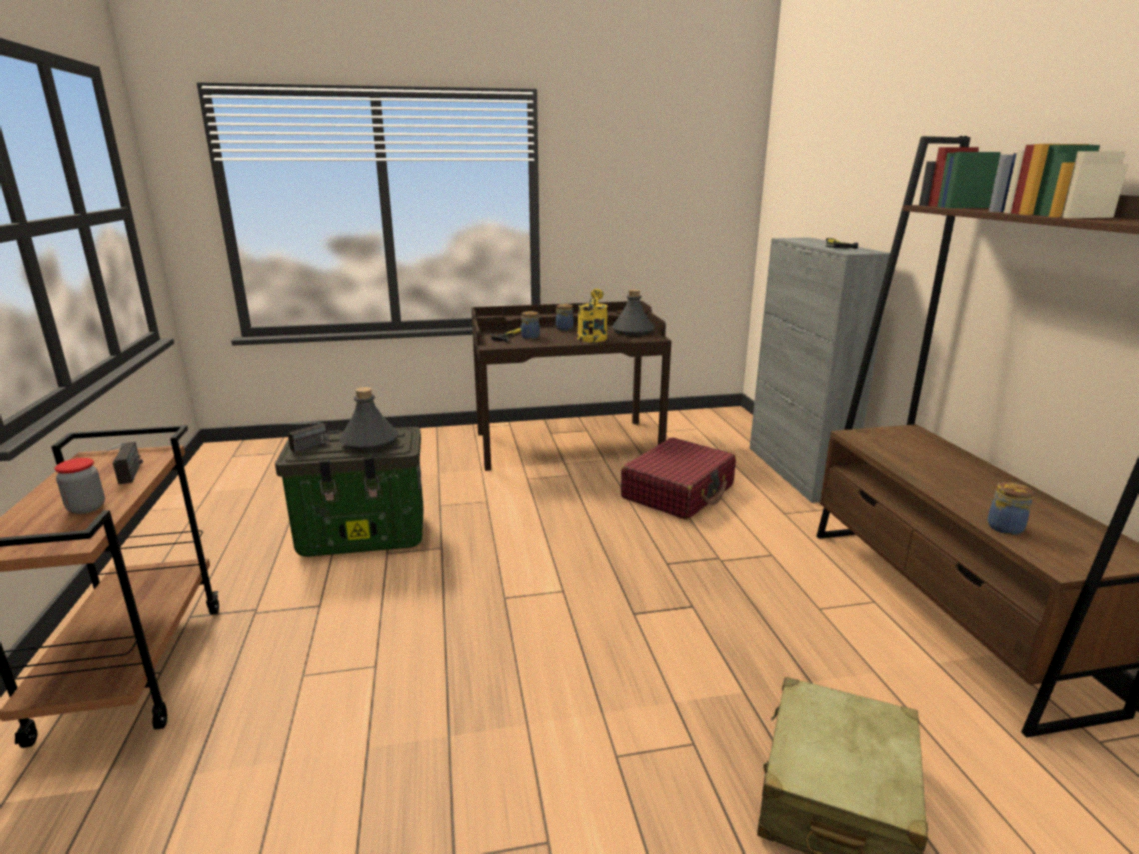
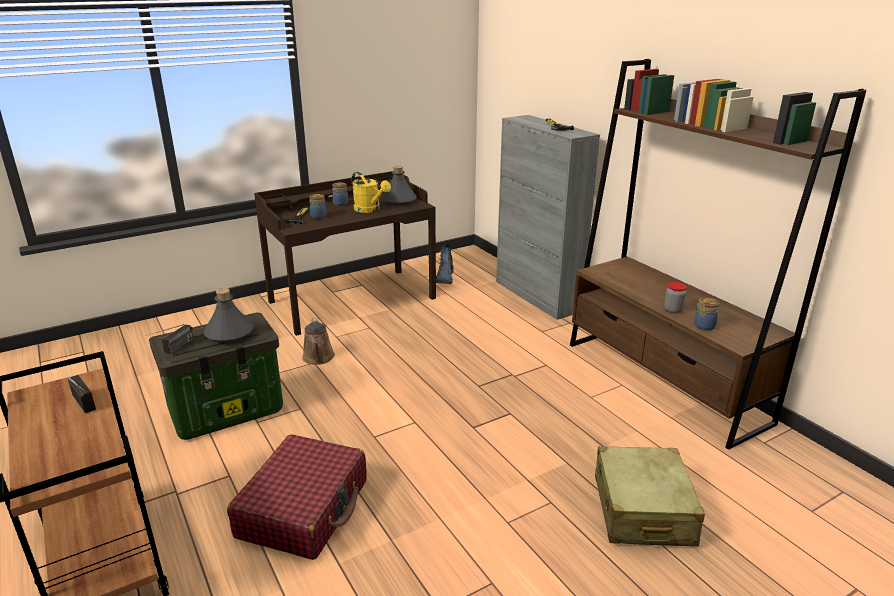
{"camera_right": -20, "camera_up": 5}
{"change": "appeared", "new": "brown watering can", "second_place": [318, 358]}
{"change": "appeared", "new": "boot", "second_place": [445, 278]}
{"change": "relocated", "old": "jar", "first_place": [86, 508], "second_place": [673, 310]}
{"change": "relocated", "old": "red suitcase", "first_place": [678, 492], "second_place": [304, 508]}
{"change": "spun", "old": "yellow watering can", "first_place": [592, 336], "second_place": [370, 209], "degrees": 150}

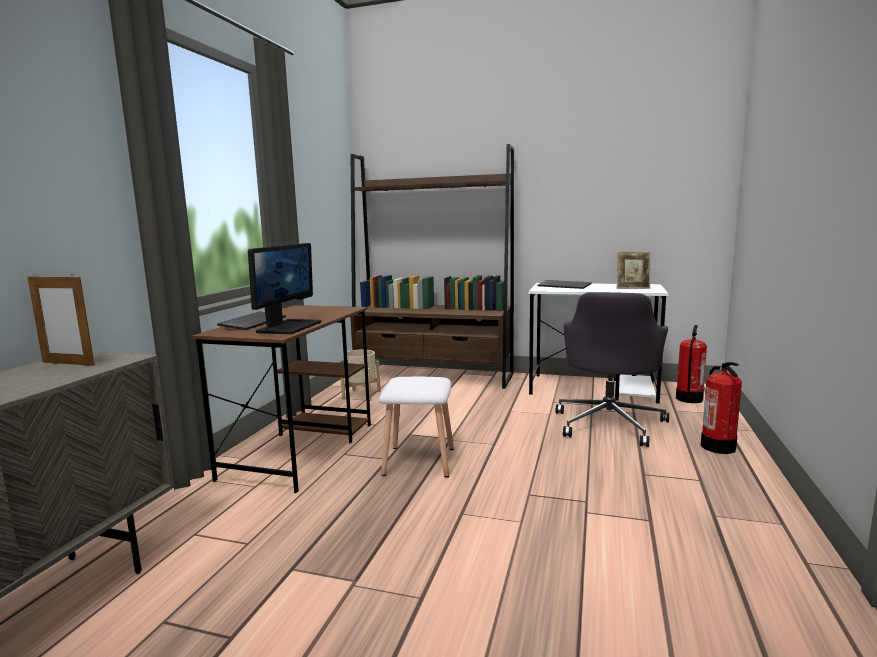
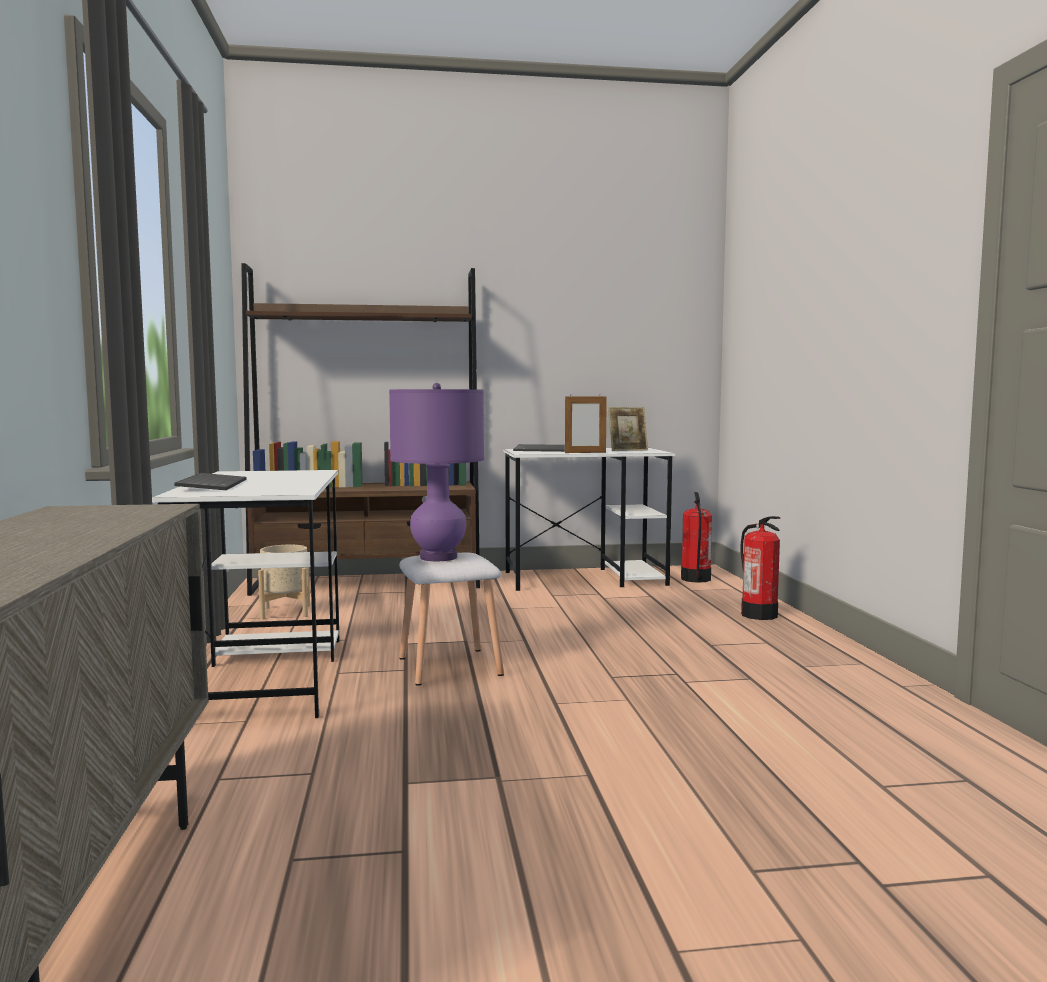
{"camera_right": -25, "camera_up": -5}
{"change": "missing", "old": "monitor", "first_place": [288, 327]}
{"change": "missing", "old": "grey office chair", "first_place": [609, 423]}
{"change": "appeared", "new": "purple table lamp", "second_place": [438, 557]}
{"change": "relocated", "old": "picture frame", "first_place": [68, 363], "second_place": [585, 452]}
{"change": "colour", "old": "brown desk", "new": "white desk", "first_place": [301, 449], "second_place": [267, 676]}

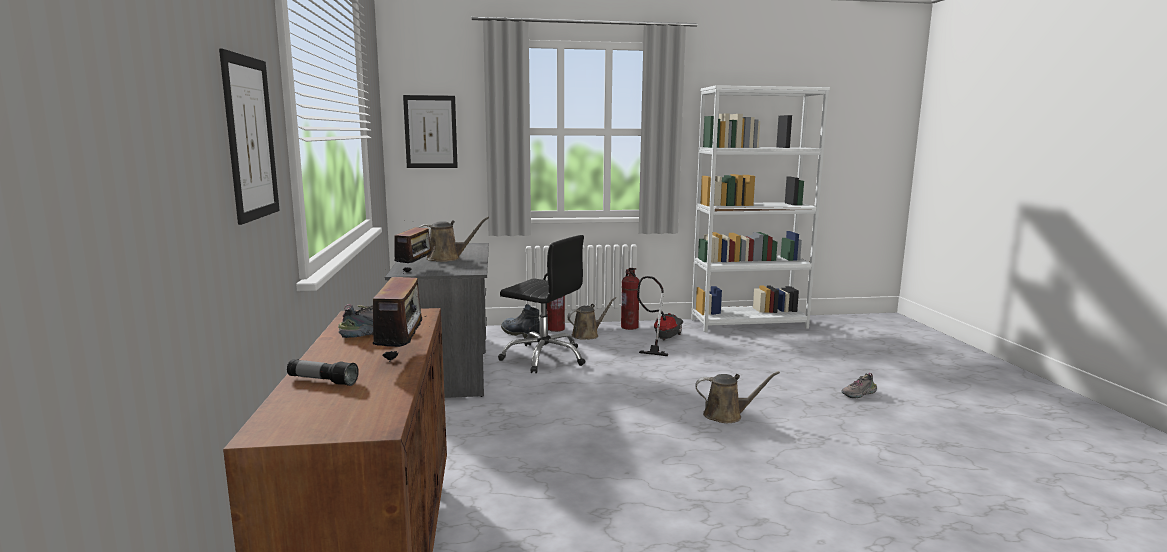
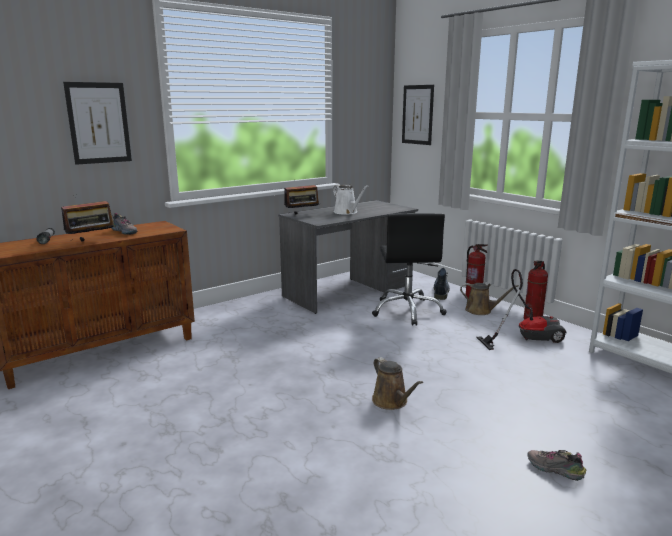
{"camera_right": 60, "camera_up": 5}
{"change": "colour", "old": "brown watering can", "new": "white watering can", "first_place": [447, 258], "second_place": [347, 212]}

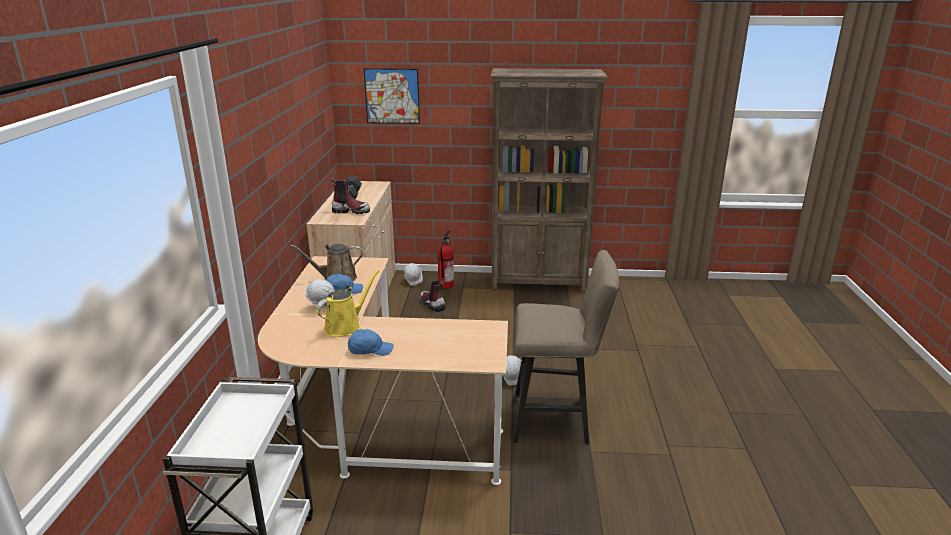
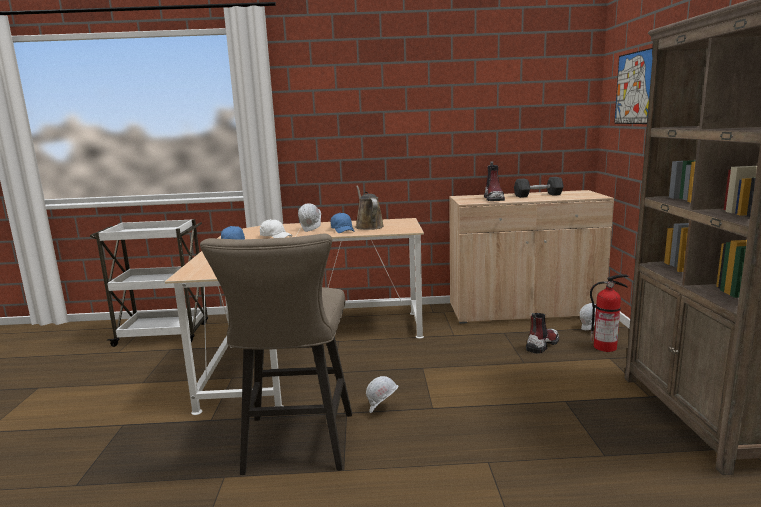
{"camera_right": 85, "camera_up": -10}
{"change": "exchanged", "old": "yellow watering can", "new": "white cap", "first_place": [345, 326], "second_place": [276, 237]}

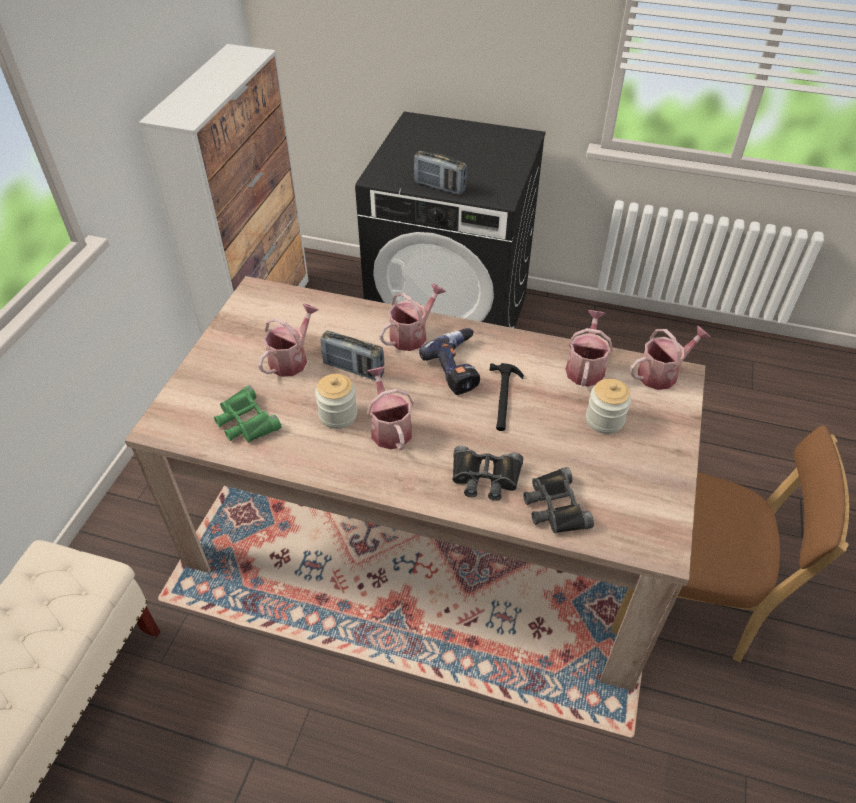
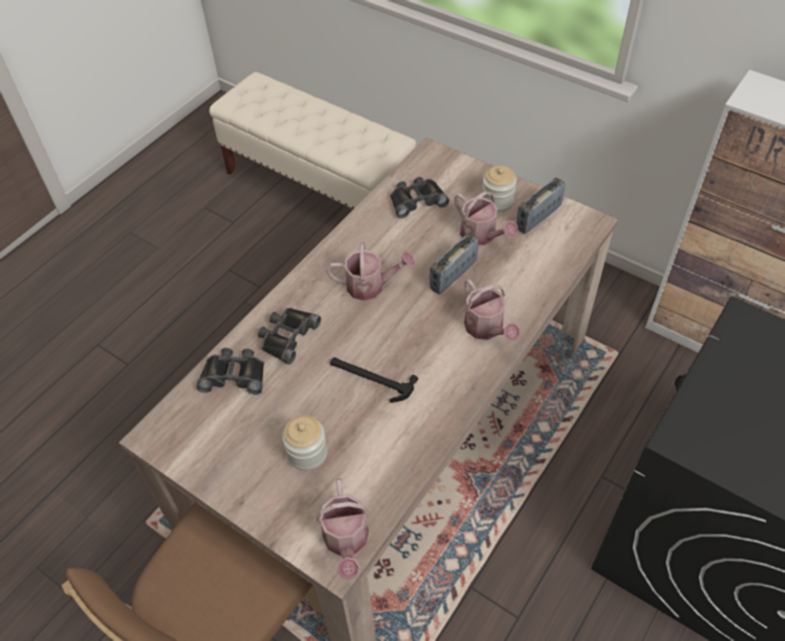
{"camera_right": 110, "camera_up": 5}
{"change": "missing", "old": "power drill", "first_place": [459, 367]}
{"change": "missing", "old": "watering can", "first_place": [585, 368]}
{"change": "relocated", "old": "jar", "first_place": [338, 415], "second_place": [497, 201]}
{"change": "relocated", "old": "radio", "first_place": [439, 187], "second_place": [538, 218]}
{"change": "colour", "old": "green binoculars", "new": "black binoculars", "first_place": [246, 421], "second_place": [416, 200]}

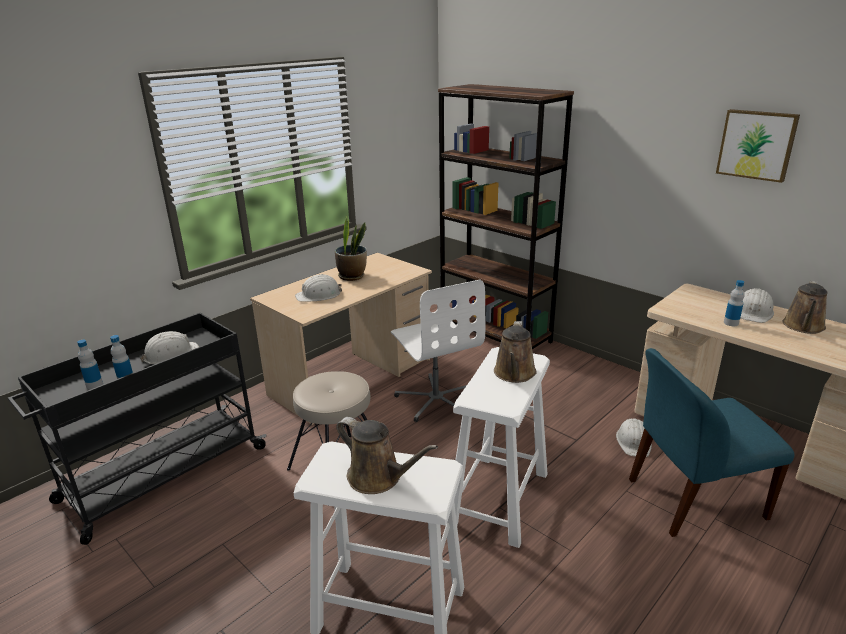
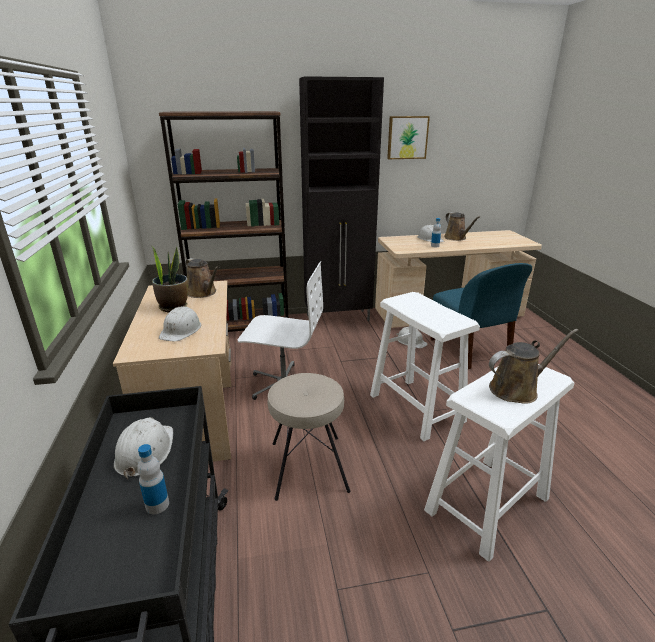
{"camera_right": -55, "camera_up": 0}
{"change": "missing", "old": "bottle", "first_place": [94, 385]}
{"change": "appeared", "new": "black cabinet", "second_place": [339, 318]}
{"change": "relocated", "old": "brown watering can", "first_place": [514, 374], "second_place": [203, 293]}
{"change": "spun", "old": "blue chair", "first_place": [692, 499], "second_place": [470, 350], "degrees": -45}

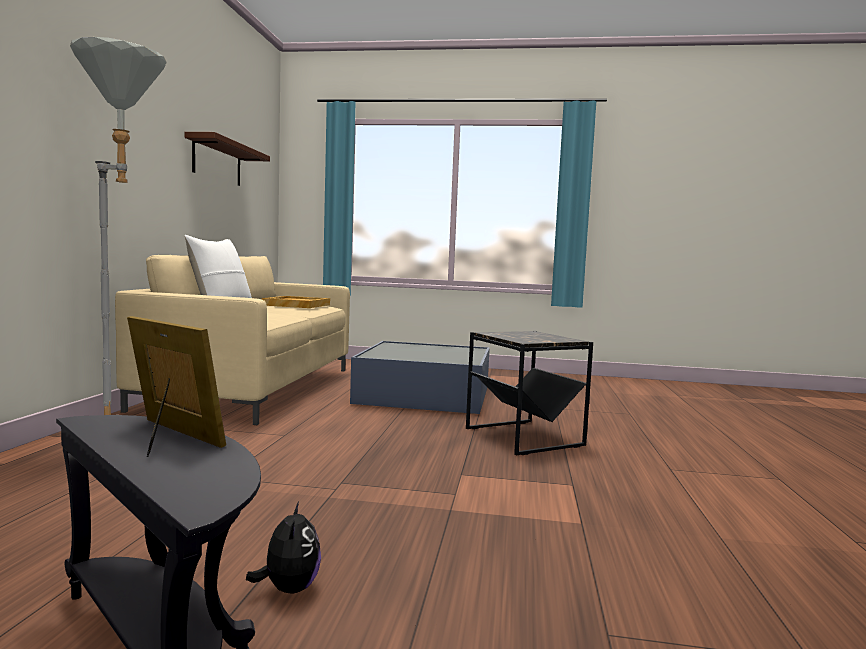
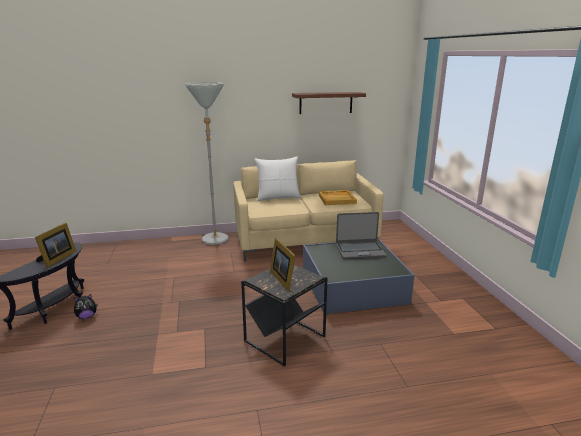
{"camera_right": 70, "camera_up": 15}
{"change": "appeared", "new": "picture frame", "second_place": [283, 278]}
{"change": "appeared", "new": "laptop", "second_place": [360, 251]}

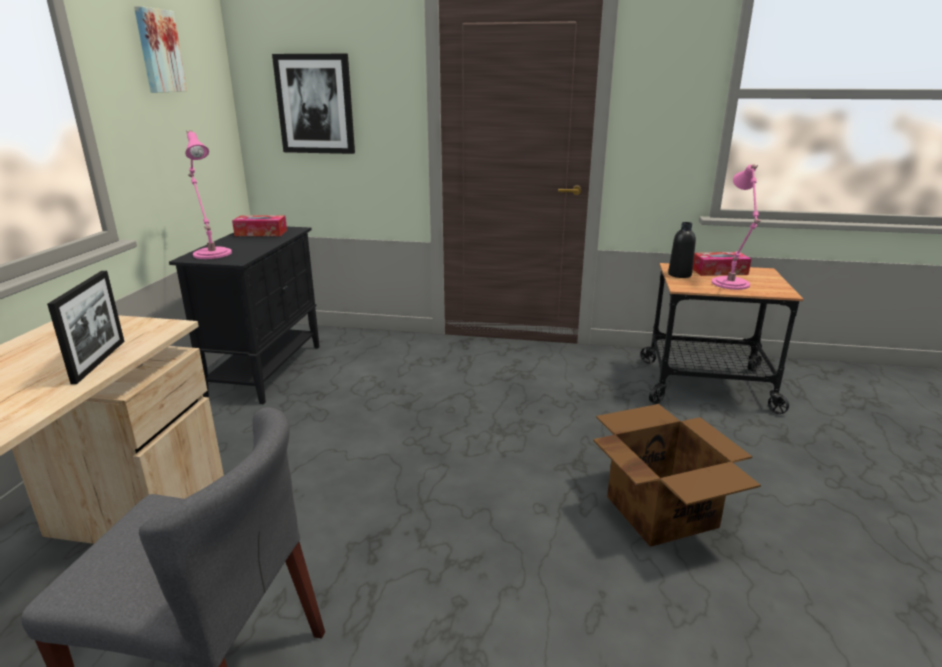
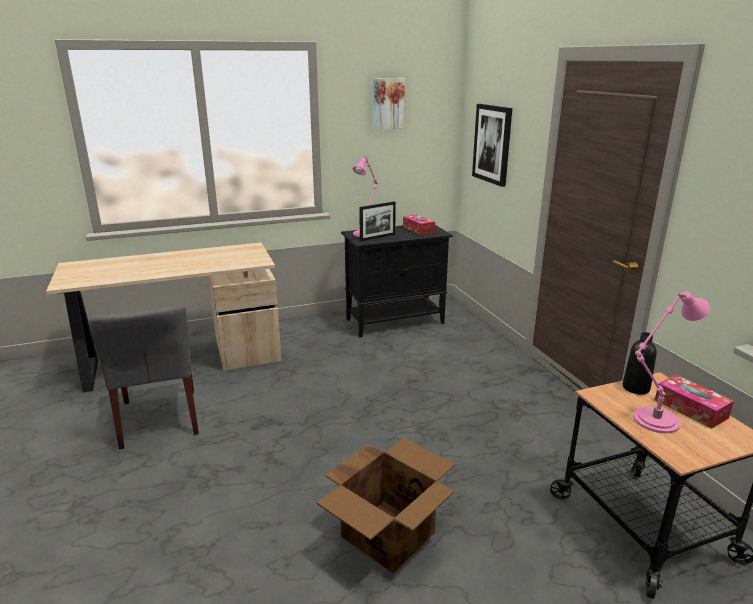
{"camera_right": 60, "camera_up": 0}
{"change": "relocated", "old": "picture frame", "first_place": [99, 361], "second_place": [377, 237]}

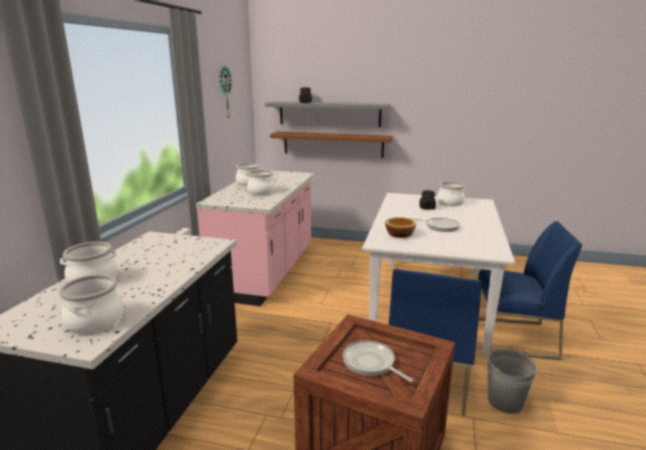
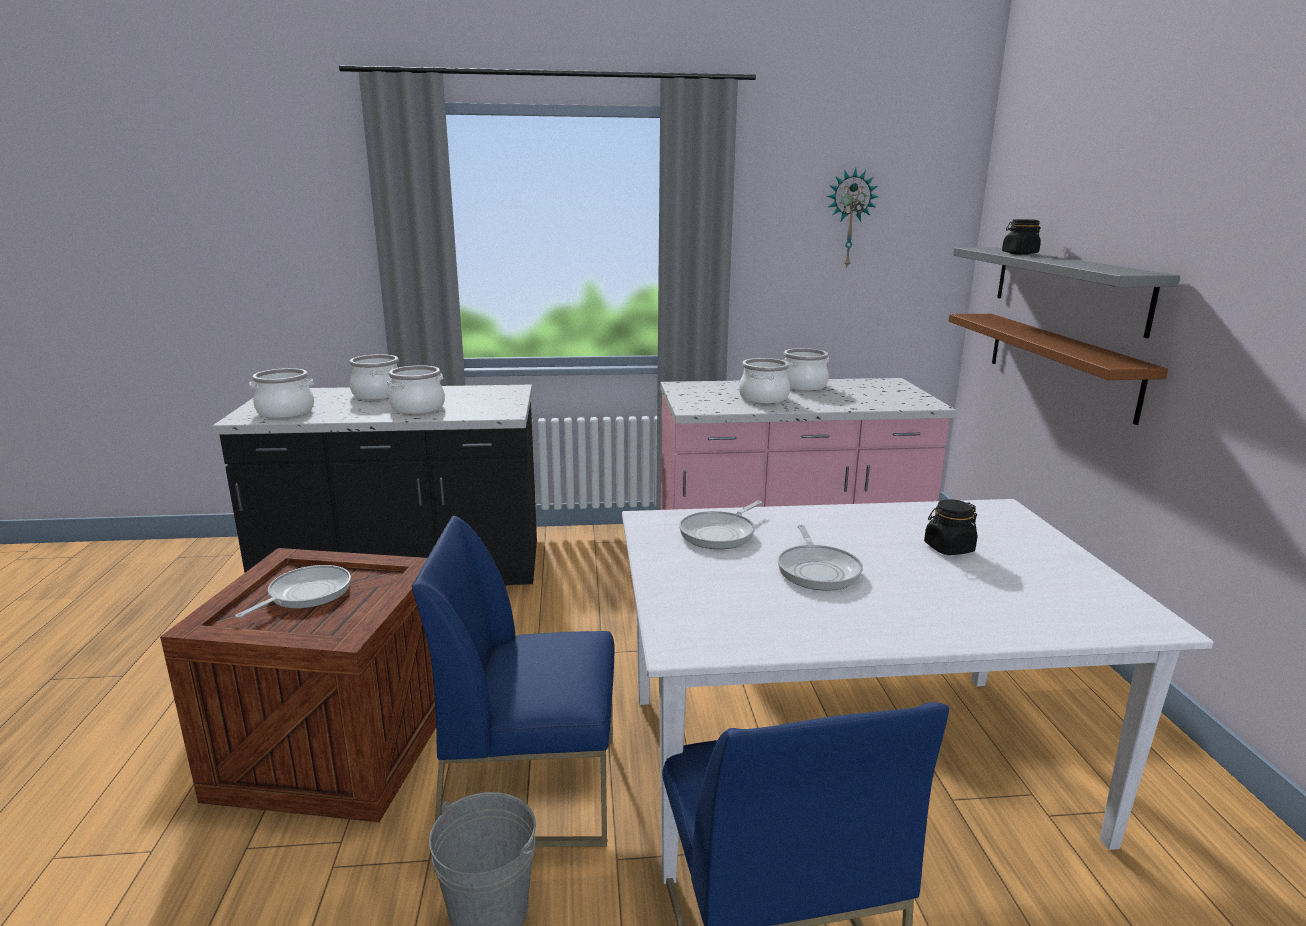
{"camera_right": 70, "camera_up": 0}
{"change": "relocated", "old": "cooking pot", "first_place": [450, 203], "second_place": [418, 408]}
{"change": "exchanged", "old": "bowl", "new": "frying pan", "first_place": [399, 234], "second_place": [720, 533]}

